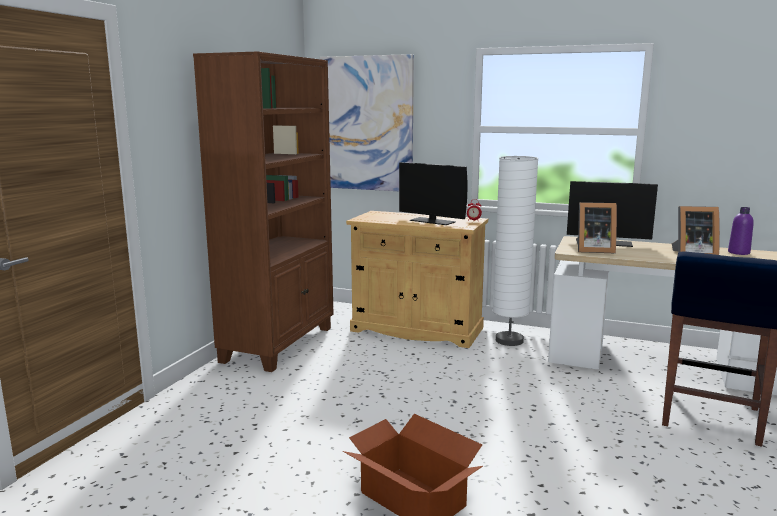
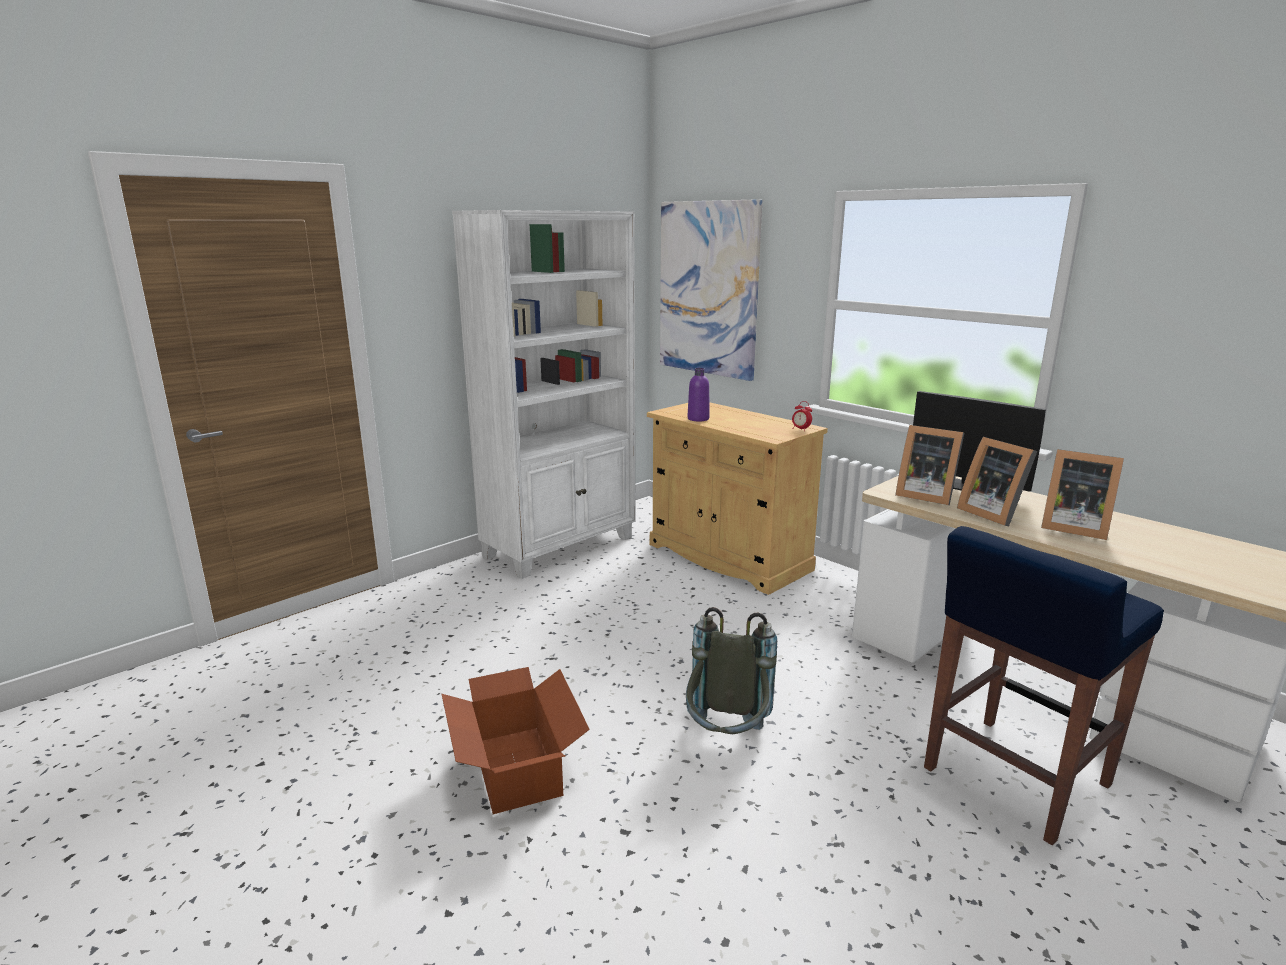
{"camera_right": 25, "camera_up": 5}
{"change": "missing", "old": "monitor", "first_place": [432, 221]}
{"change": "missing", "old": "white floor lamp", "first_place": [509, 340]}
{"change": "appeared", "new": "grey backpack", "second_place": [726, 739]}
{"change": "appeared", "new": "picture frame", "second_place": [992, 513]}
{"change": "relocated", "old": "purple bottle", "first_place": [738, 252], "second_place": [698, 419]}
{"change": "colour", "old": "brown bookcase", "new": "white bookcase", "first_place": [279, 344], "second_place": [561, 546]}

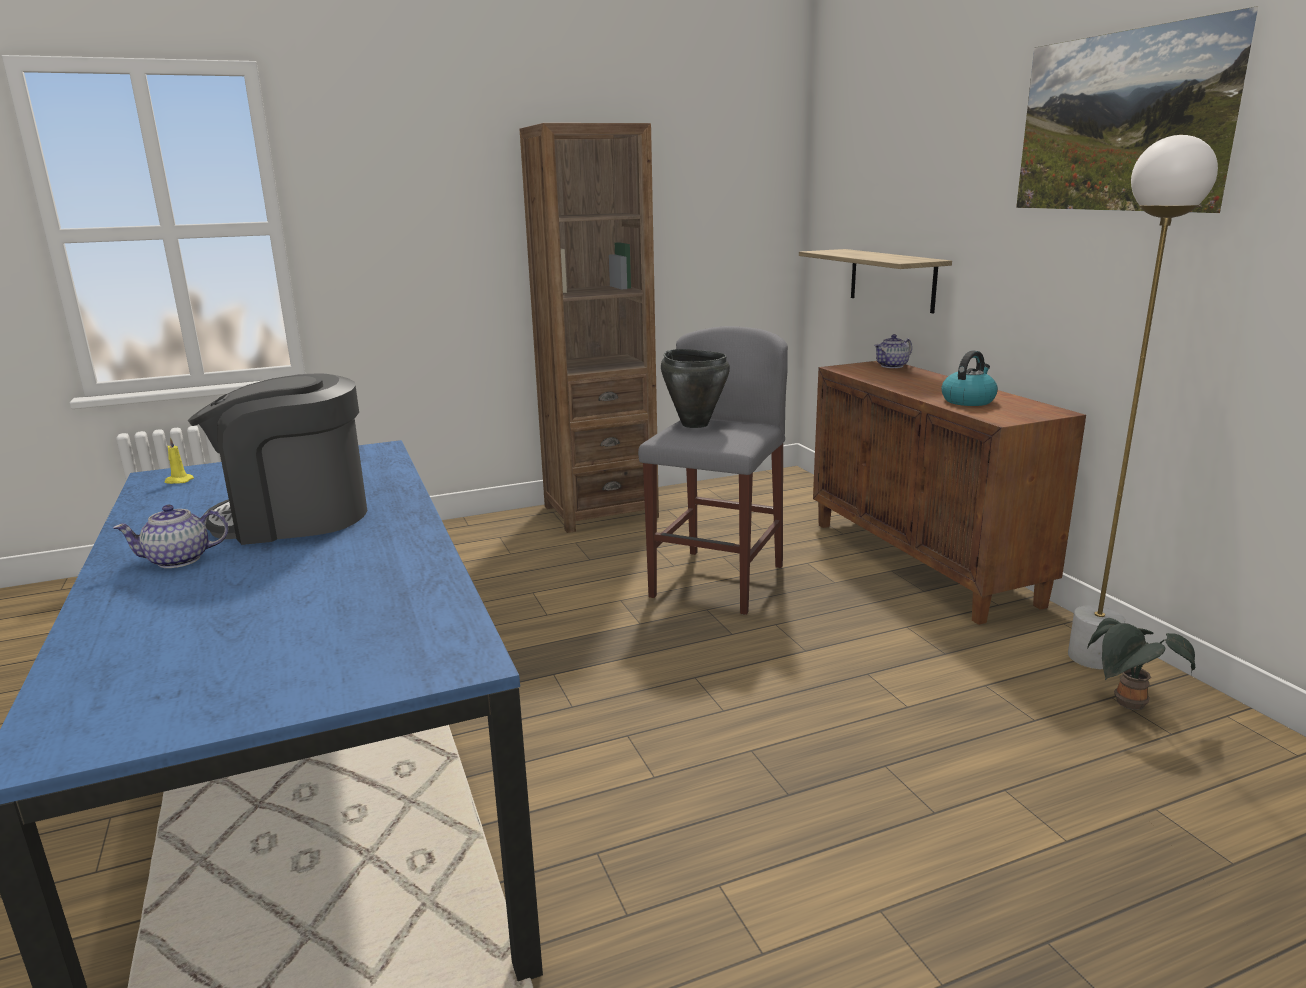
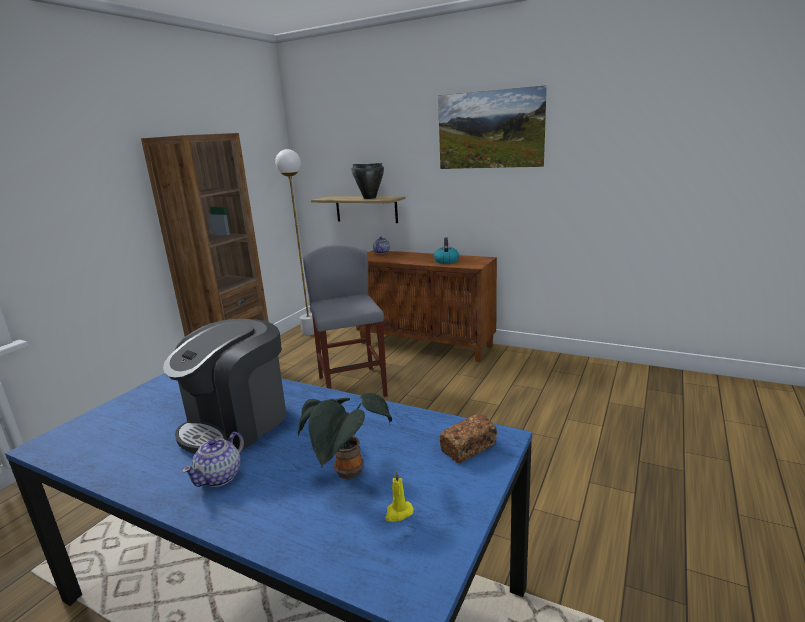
{"camera_right": -40, "camera_up": 0}
{"change": "appeared", "new": "bread", "second_place": [468, 448]}
{"change": "relocated", "old": "yellow candle", "first_place": [178, 481], "second_place": [398, 513]}
{"change": "relocated", "old": "black cooking pot", "first_place": [694, 424], "second_place": [369, 198]}
{"change": "relocated", "old": "white floor lamp", "first_place": [1092, 658], "second_place": [310, 332]}
{"change": "relocated", "old": "potted plant", "first_place": [1128, 705], "second_place": [349, 474]}

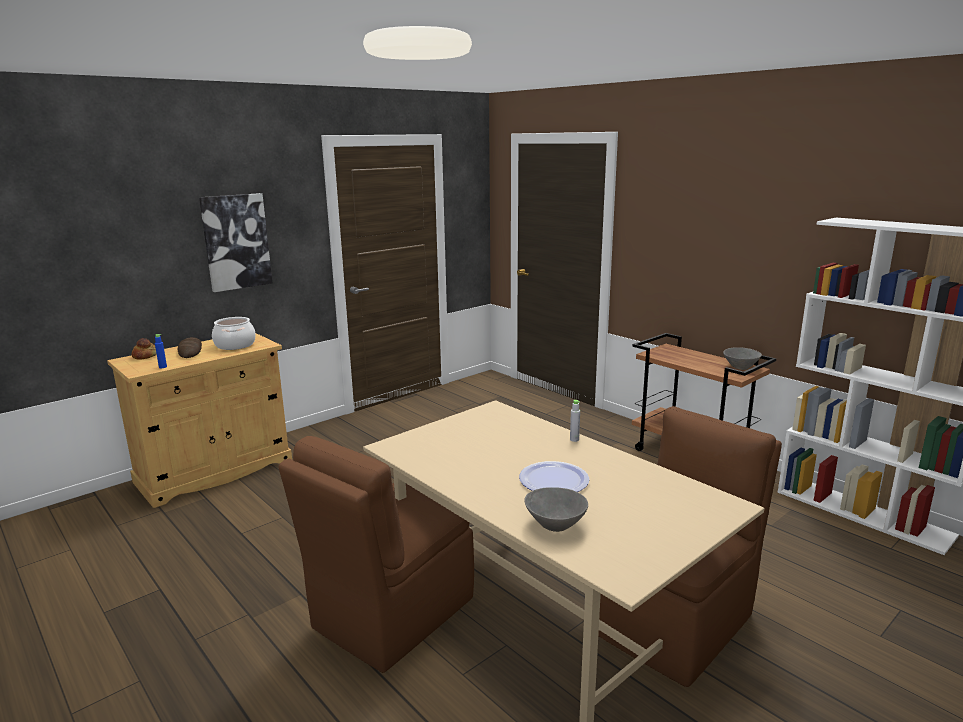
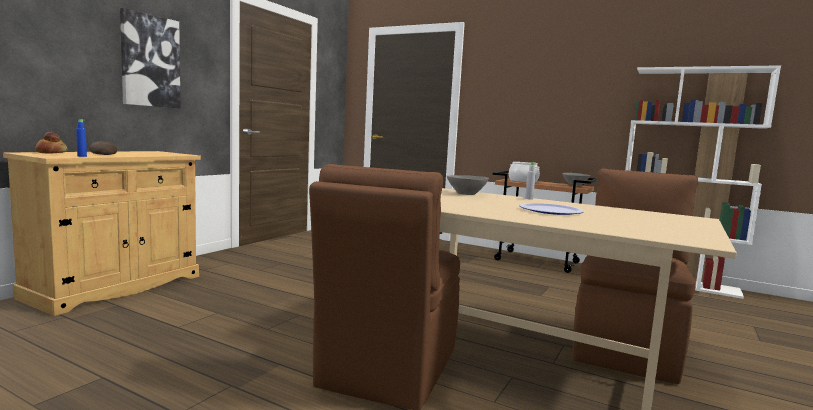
{"camera_right": -20, "camera_up": -10}
{"change": "relocated", "old": "cooking pot", "first_place": [235, 345], "second_place": [523, 181]}
{"change": "relocated", "old": "grey bowl", "first_place": [555, 524], "second_place": [466, 194]}

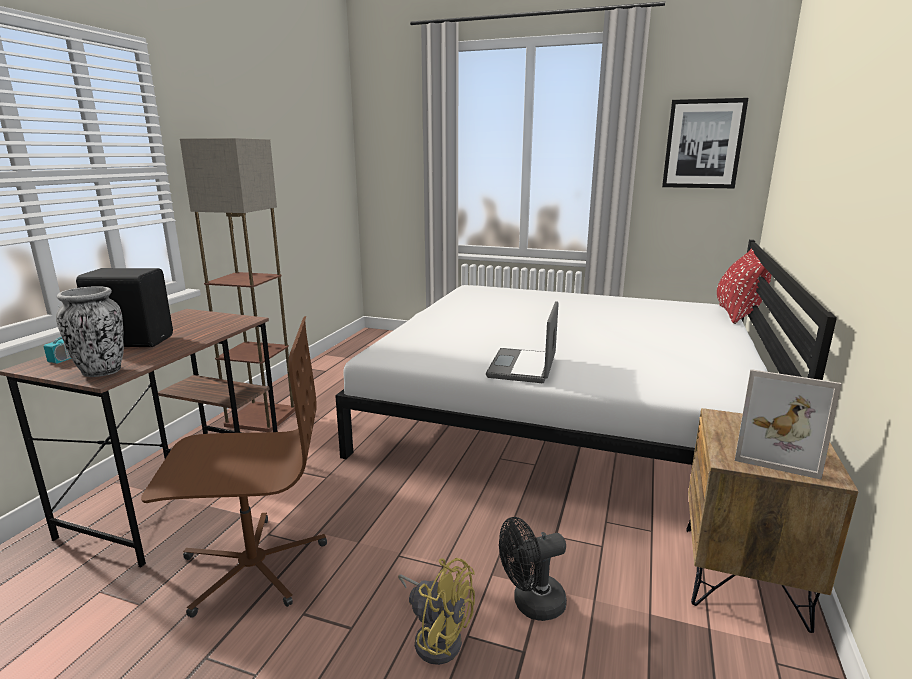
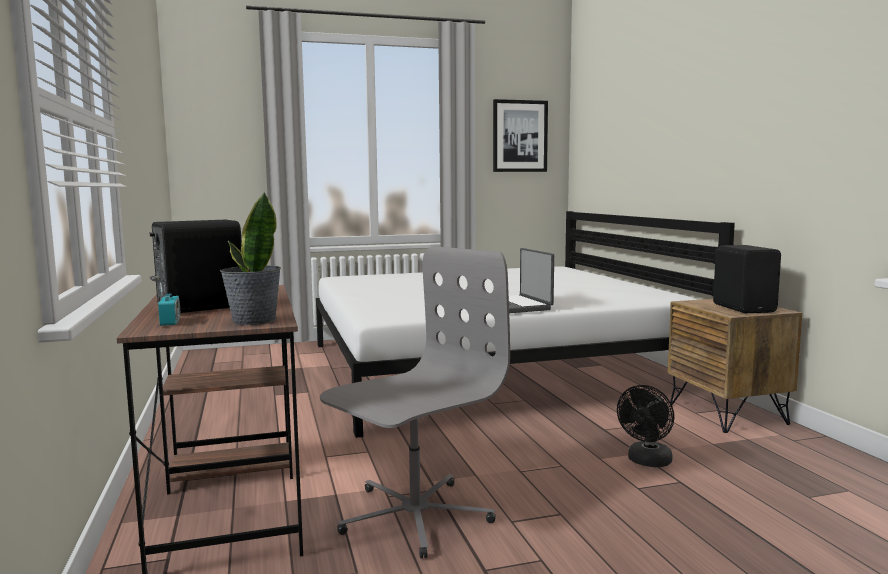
{"camera_right": -35, "camera_up": -10}
{"change": "missing", "old": "floor lamp", "first_place": [261, 418]}
{"change": "missing", "old": "yellow fan", "first_place": [436, 636]}
{"change": "missing", "old": "red pillow", "first_place": [737, 315]}
{"change": "exchanged", "old": "vase", "new": "potted plant", "first_place": [102, 371], "second_place": [253, 321]}
{"change": "exchanged", "old": "picture frame", "new": "black speaker", "first_place": [775, 453], "second_place": [744, 308]}
{"change": "colour", "old": "brown office chair", "new": "grey office chair", "first_place": [252, 565], "second_place": [414, 516]}

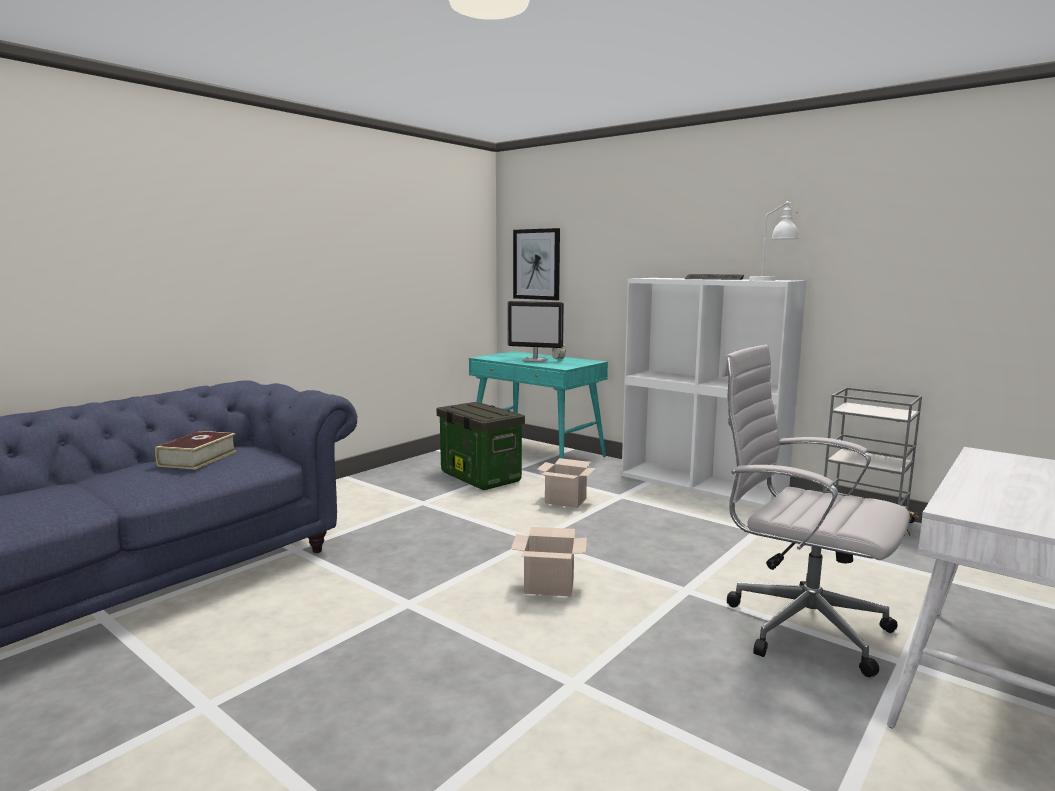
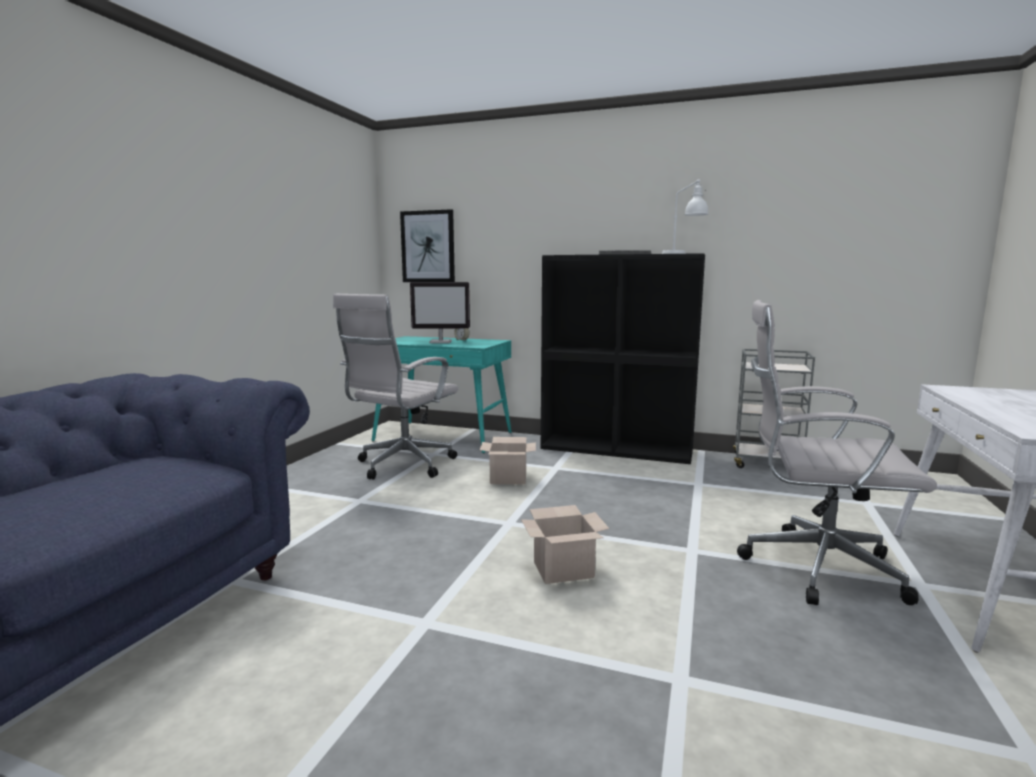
{"camera_right": -20, "camera_up": 0}
{"change": "missing", "old": "book", "first_place": [198, 458]}
{"change": "exchanged", "old": "storage box", "new": "white office chair", "first_place": [479, 477], "second_place": [402, 466]}
{"change": "colour", "old": "white bookcase", "new": "black bookcase", "first_place": [703, 485], "second_place": [617, 449]}

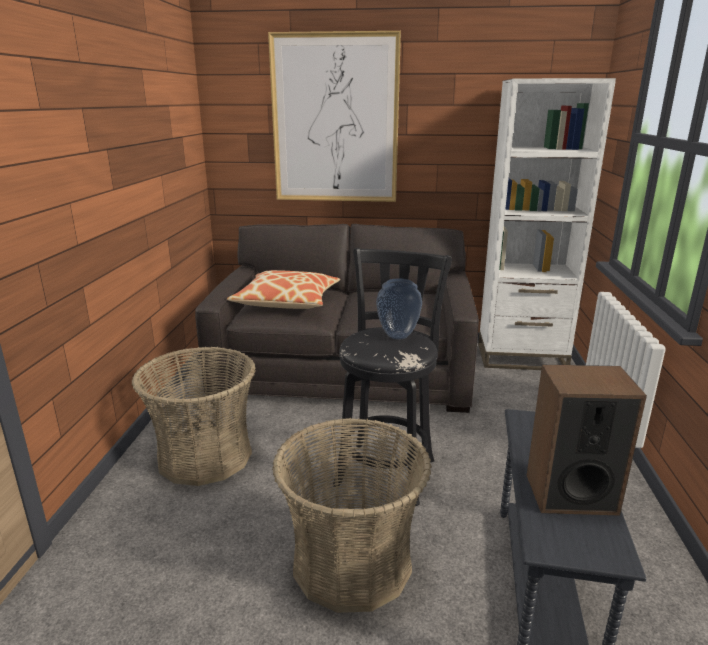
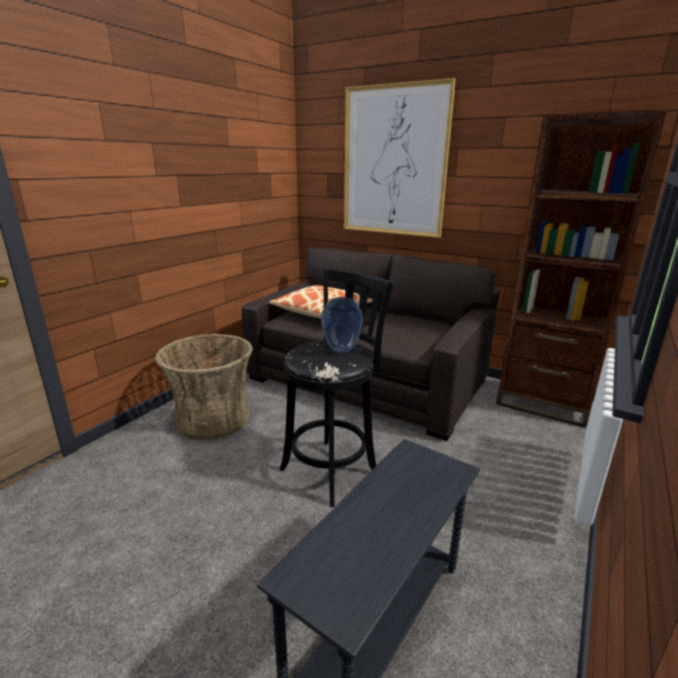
{"camera_right": 25, "camera_up": 0}
{"change": "missing", "old": "basket", "first_place": [351, 562]}
{"change": "missing", "old": "speaker", "first_place": [570, 494]}
{"change": "colour", "old": "white bookcase", "new": "brown bookcase", "first_place": [521, 357], "second_place": [543, 403]}

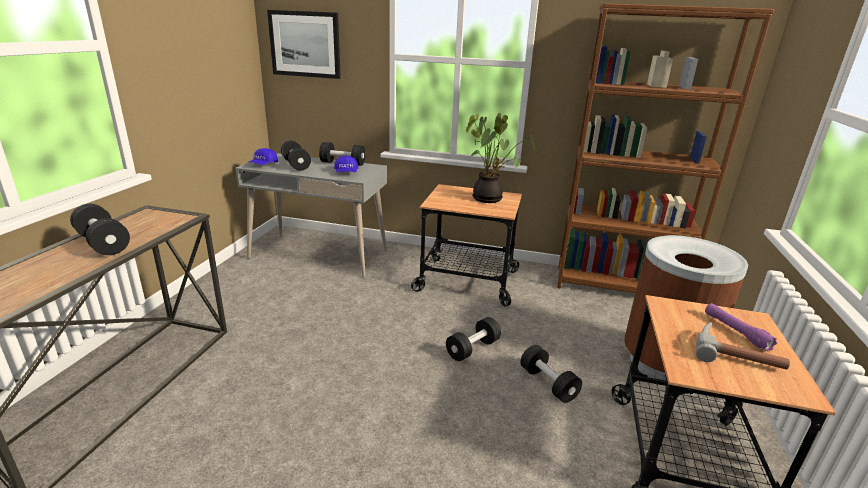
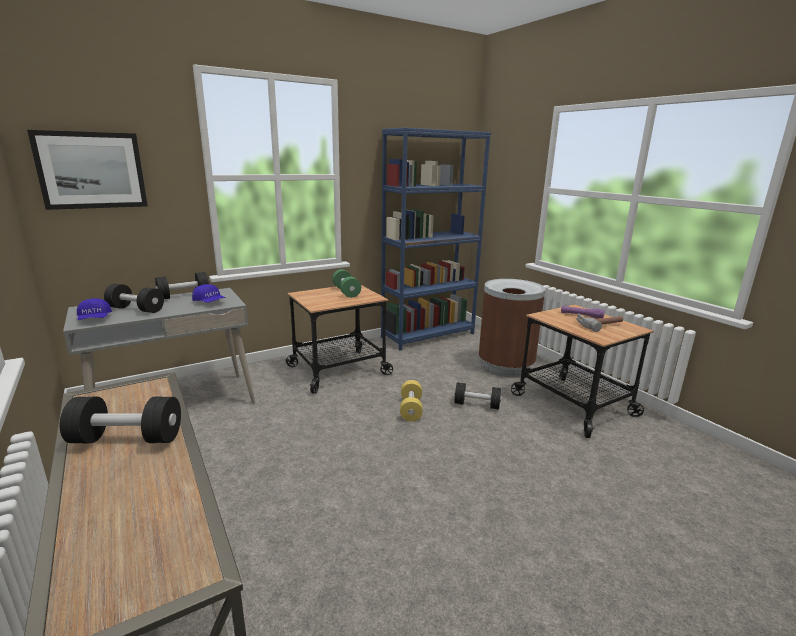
{"camera_right": -45, "camera_up": -5}
{"change": "exchanged", "old": "potted plant", "new": "green dumbbell", "first_place": [489, 198], "second_place": [346, 292]}
{"change": "colour", "old": "black dumbbell", "new": "yellow dumbbell", "first_place": [472, 349], "second_place": [411, 409]}
{"change": "colour", "old": "brown bookcase", "new": "blue bookcase", "first_place": [617, 285], "second_place": [428, 335]}

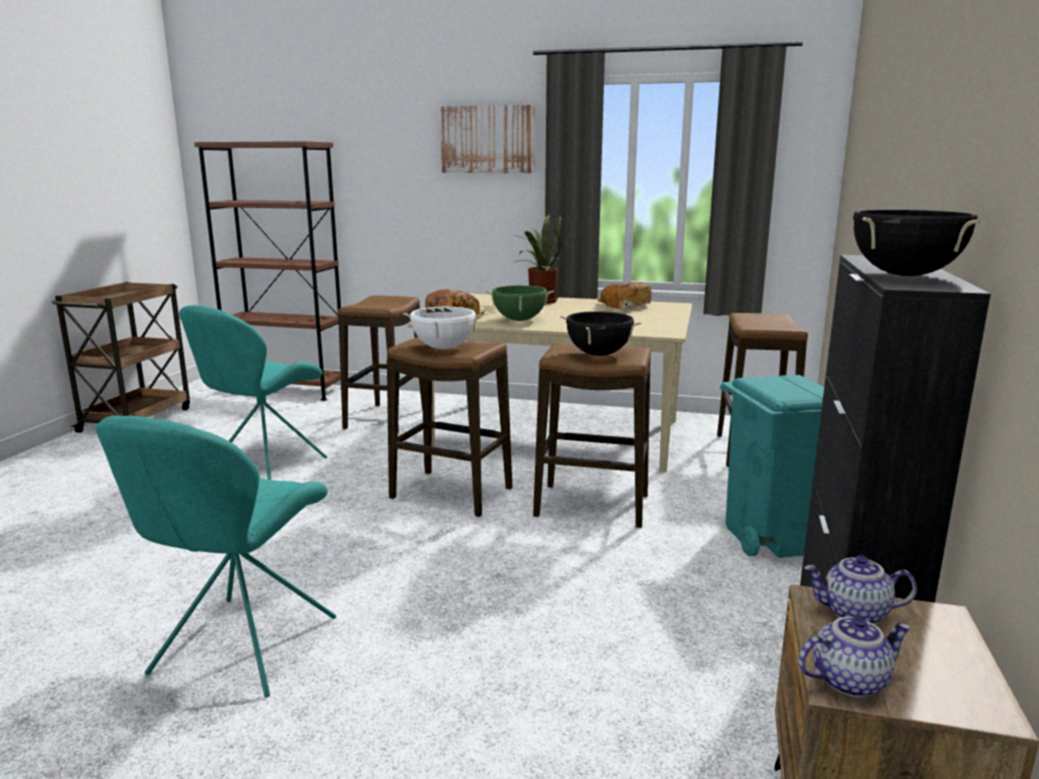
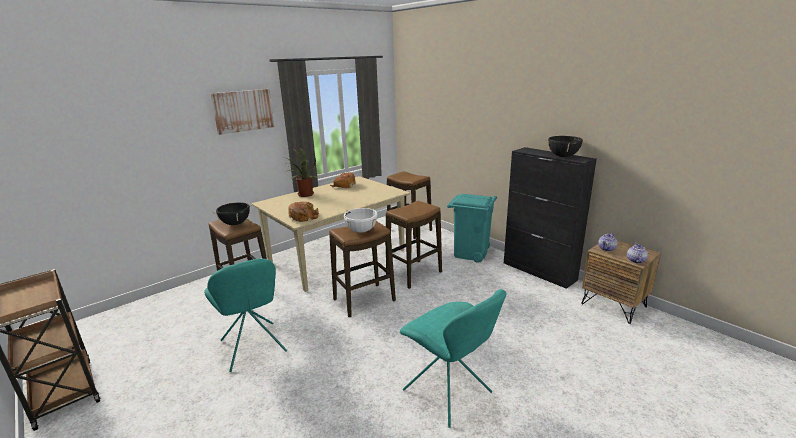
{"camera_right": -55, "camera_up": 5}
{"change": "missing", "old": "brown bookcase", "first_place": [287, 389]}
{"change": "missing", "old": "green cooking pot", "first_place": [519, 320]}
{"change": "relocated", "old": "black cooking pot", "first_place": [598, 354], "second_place": [235, 224]}

